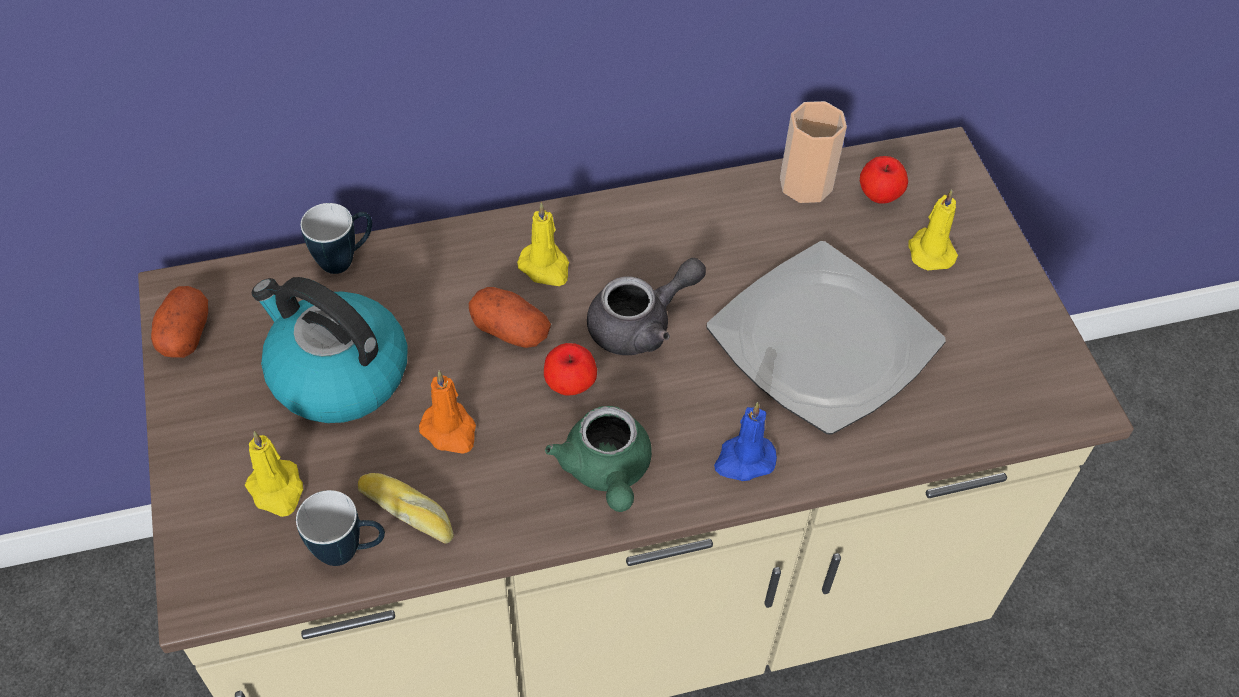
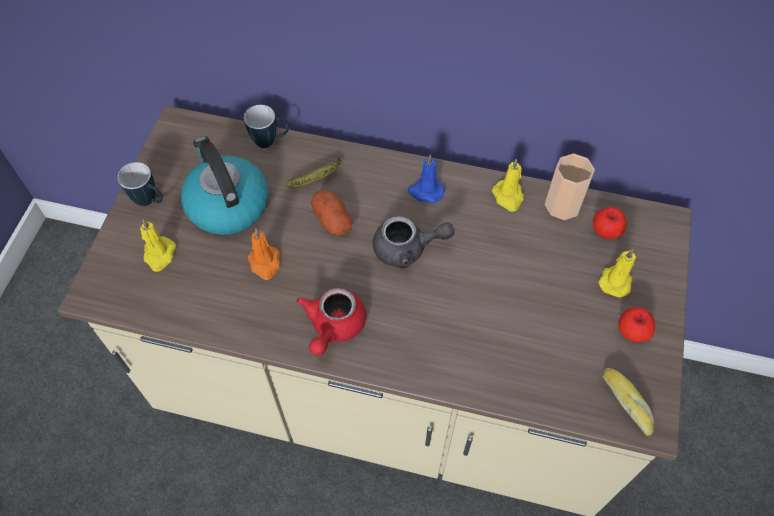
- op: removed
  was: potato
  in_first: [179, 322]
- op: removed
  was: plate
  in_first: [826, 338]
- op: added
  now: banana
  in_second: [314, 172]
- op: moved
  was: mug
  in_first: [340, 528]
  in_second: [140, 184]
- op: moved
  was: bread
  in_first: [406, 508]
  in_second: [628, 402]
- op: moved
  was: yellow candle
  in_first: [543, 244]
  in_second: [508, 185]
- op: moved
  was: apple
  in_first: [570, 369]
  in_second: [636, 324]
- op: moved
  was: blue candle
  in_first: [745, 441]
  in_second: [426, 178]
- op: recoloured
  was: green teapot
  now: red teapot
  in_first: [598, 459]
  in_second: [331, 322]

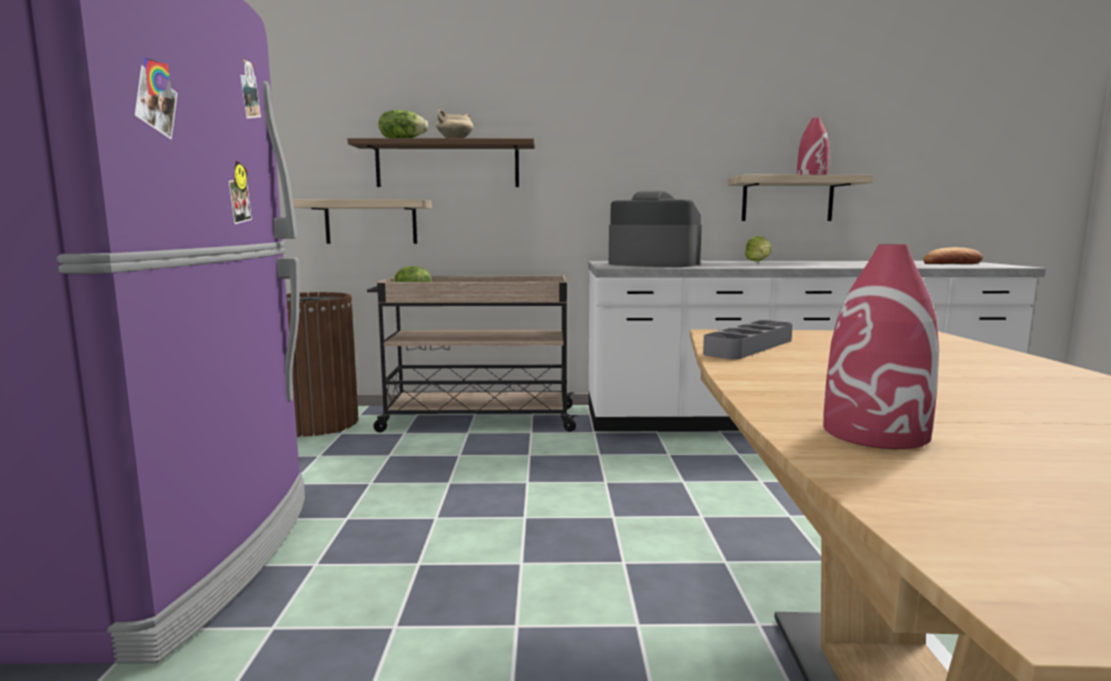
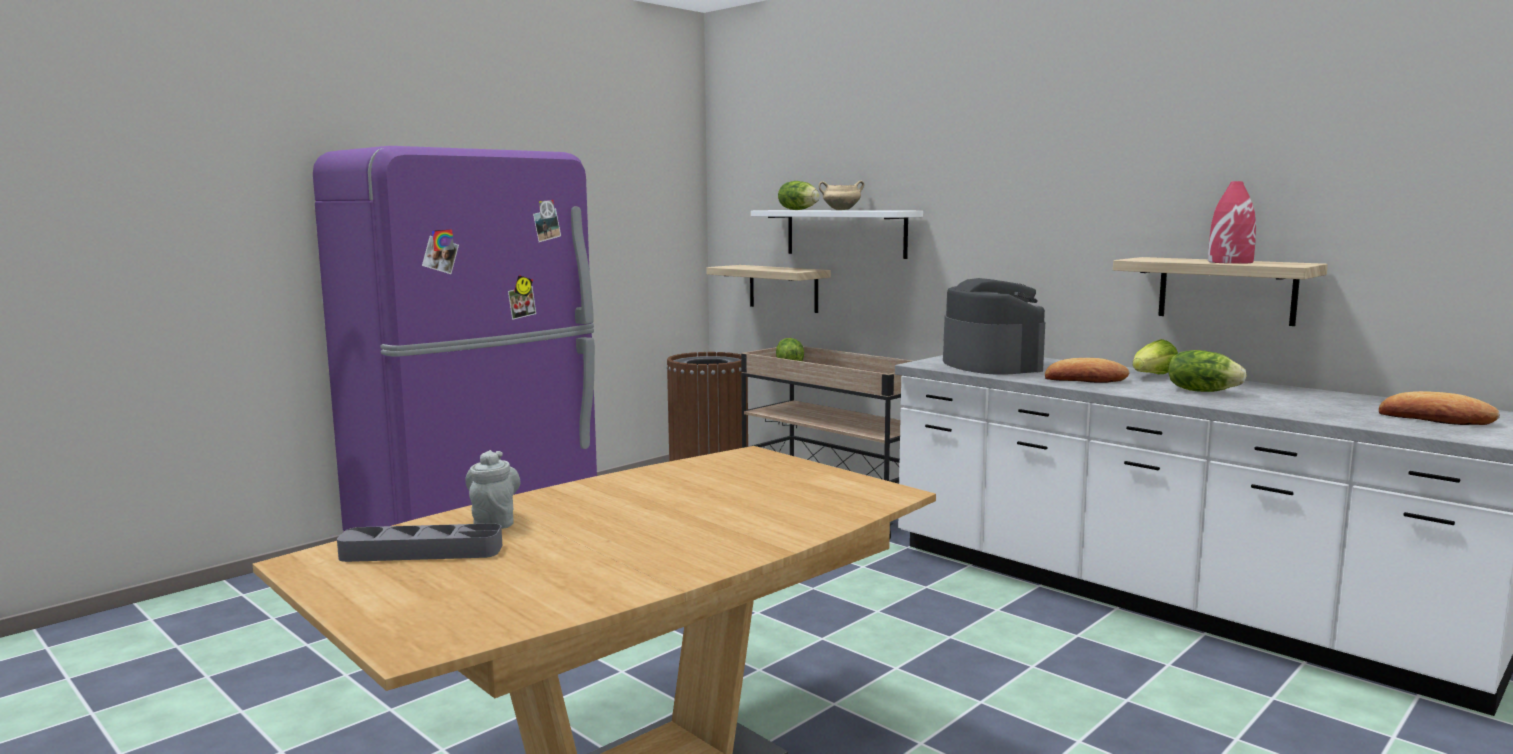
- op: added
  now: bread
  in_second: [1087, 370]
- op: added
  now: lettuce
  in_second: [1207, 371]
- op: moved
  was: grey tray
  in_first: [748, 339]
  in_second: [419, 542]
- op: replaced
  was: red vase
  now: grey teapot
  in_first: [881, 346]
  in_second: [492, 489]
- op: recoloured
  was: brown shelf
  now: white shelf
  in_first: [441, 162]
  in_second: [837, 234]

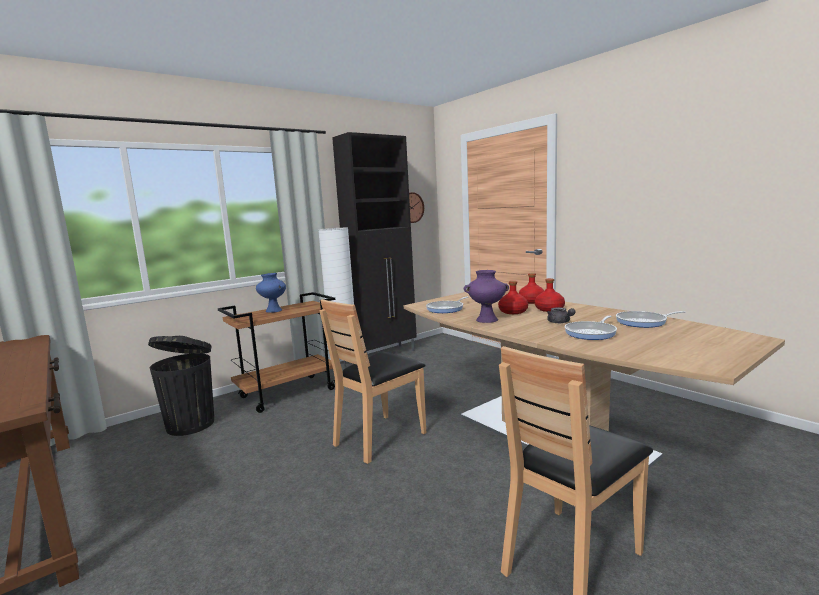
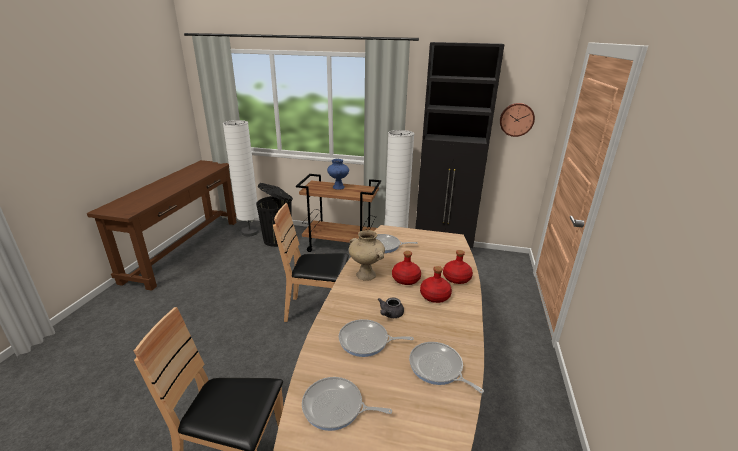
- op: added
  now: white floor lamp
  in_second: [241, 178]
- op: added
  now: frying pan
  in_second: [347, 404]
- op: recoloured
  was: purple vase
  now: beige vase
  in_first: [486, 296]
  in_second: [367, 255]

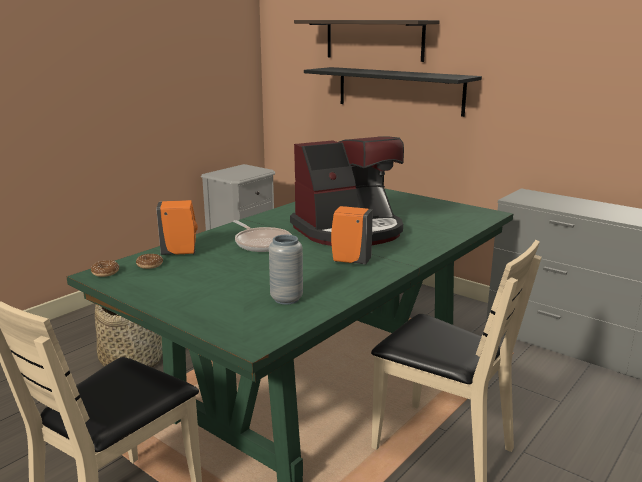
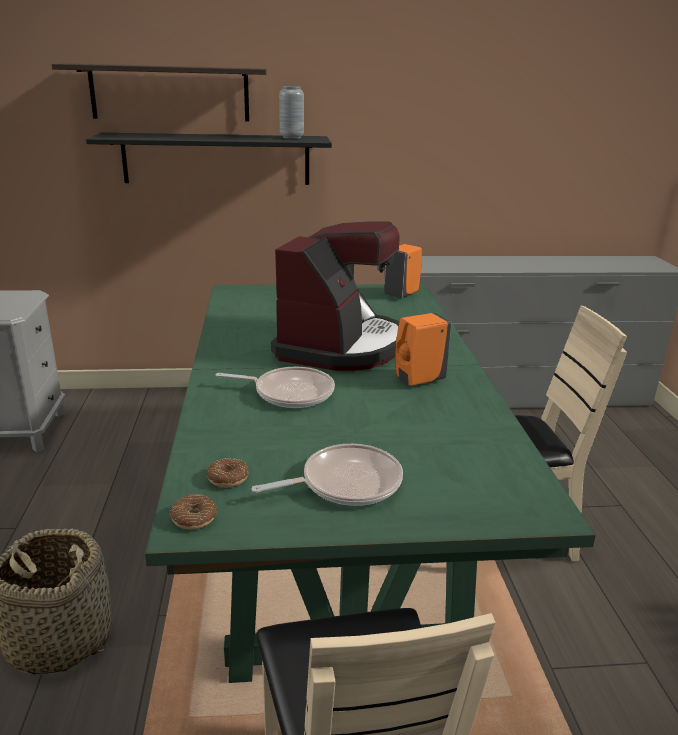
- op: added
  now: frying pan
  in_second: [327, 475]
- op: moved
  was: orange soap dispenser
  in_first: [177, 227]
  in_second: [403, 271]
- op: moved
  was: grey vase
  in_first: [286, 270]
  in_second: [291, 112]

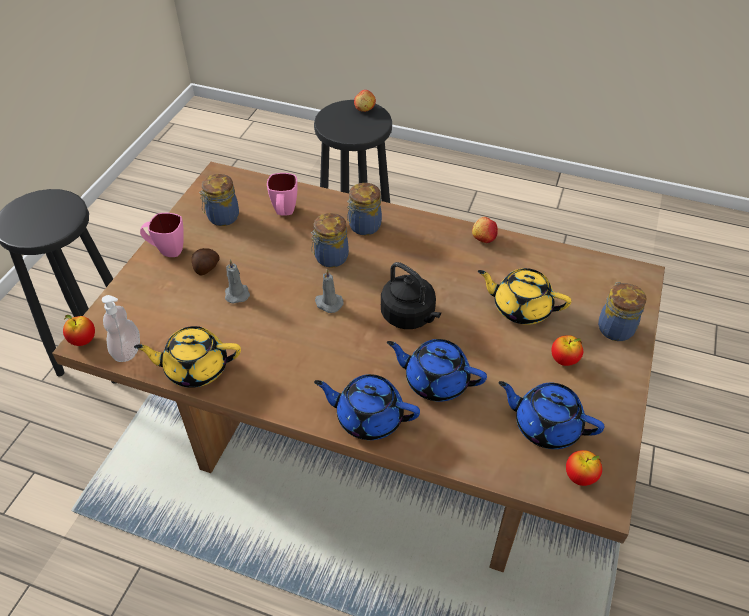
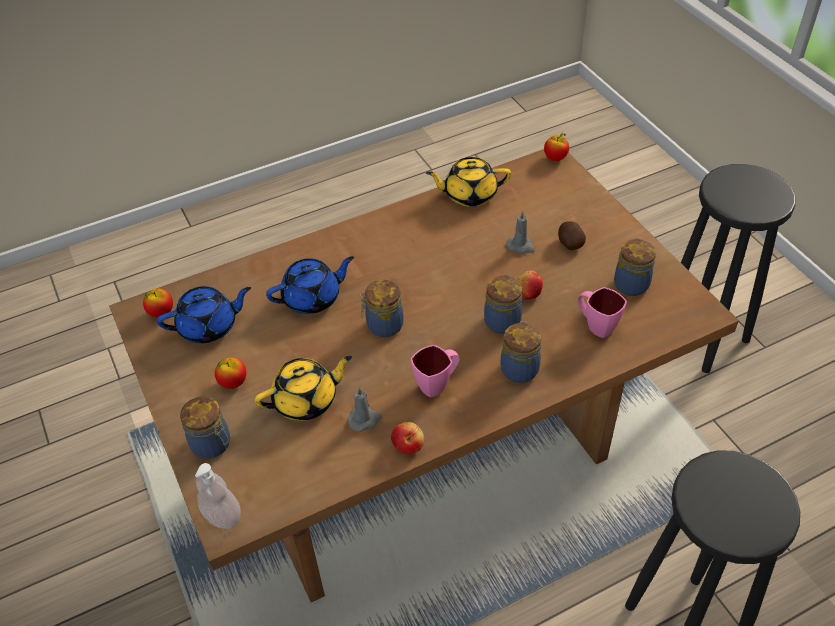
- op: removed
  was: blue teapot
  in_first: [367, 407]
- op: moved
  was: soap dispenser
  in_first: [121, 328]
  in_second: [218, 496]
- op: moved
  was: pink mug
  in_first: [162, 235]
  in_second: [435, 371]
- op: moved
  was: grey candle
  in_first: [329, 291]
  in_second: [365, 409]
- op: moved
  was: apple
  in_first: [365, 101]
  in_second: [530, 285]
- op: replaced
  was: black kettle
  now: jar
  in_first: [411, 295]
  in_second: [382, 308]
- op: turned
  was: yellow teapot
  in_first: [187, 357]
  in_second: [468, 182]
  clockwise: -135

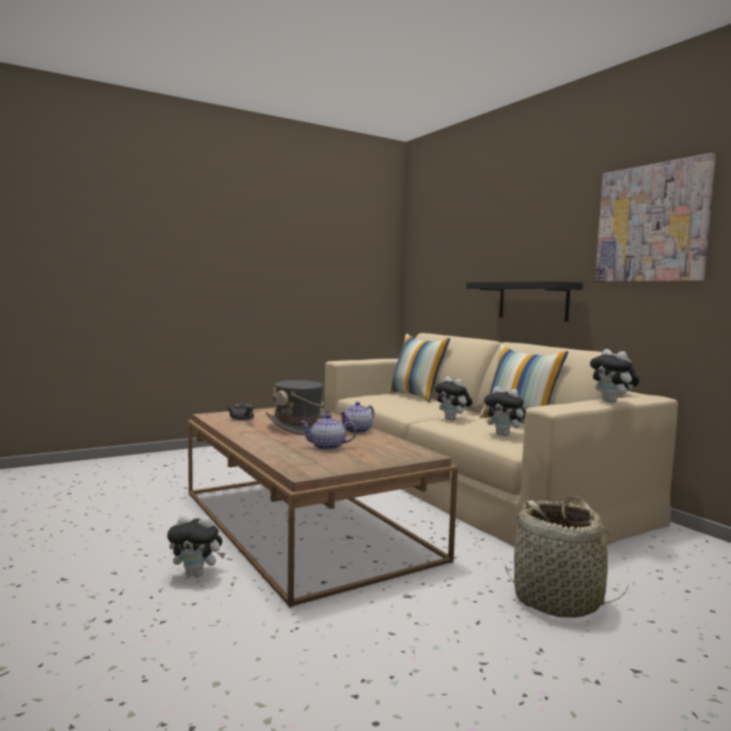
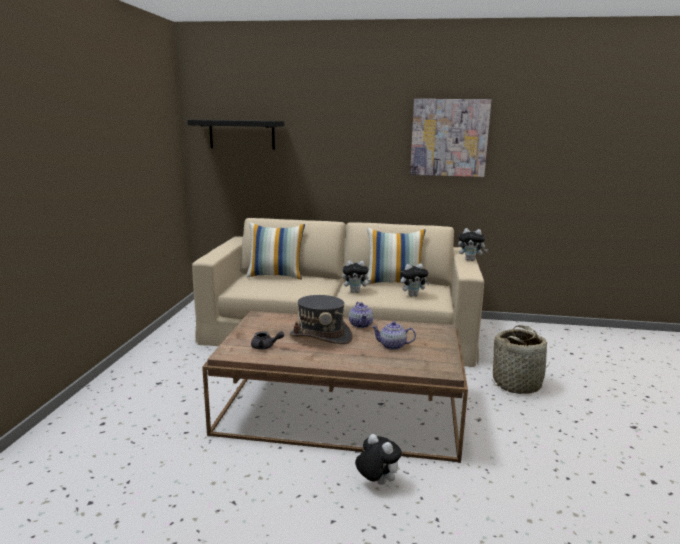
- op: moved
  was: black shelf
  in_first: [524, 301]
  in_second: [236, 135]
- op: turned
  was: plush toy
  in_first: [196, 546]
  in_second: [378, 459]
  clockwise: -90
- op: turned
  was: teapot
  in_first: [328, 432]
  in_second: [393, 335]
  clockwise: 60

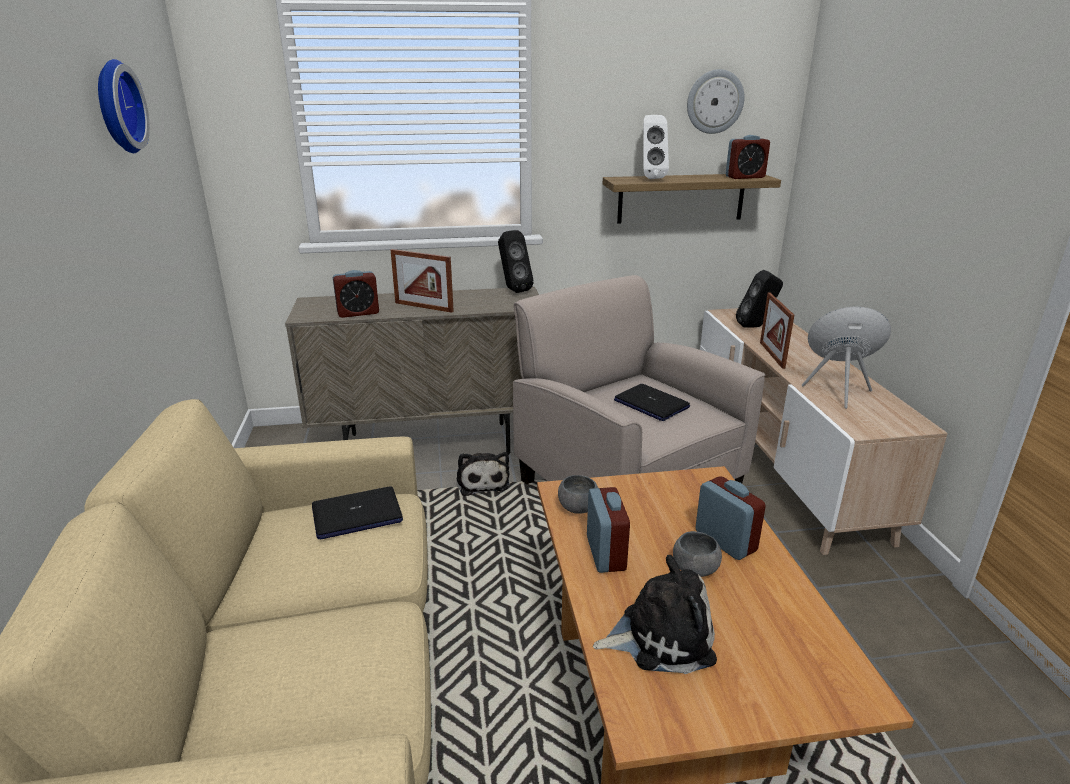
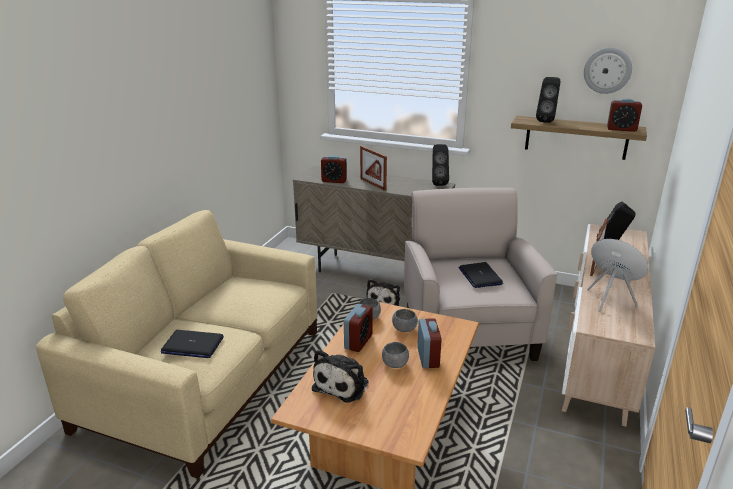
- op: removed
  was: wall clock
  in_first: [124, 106]
- op: added
  now: grey bowl
  in_second: [405, 320]
- op: moved
  was: laptop
  in_first: [357, 513]
  in_second: [192, 344]
- op: recoloured
  was: white speaker
  now: black speaker
  in_first: [656, 147]
  in_second: [548, 100]
- op: turned
  was: plush toy
  in_first: [655, 614]
  in_second: [340, 376]
  clockwise: 90

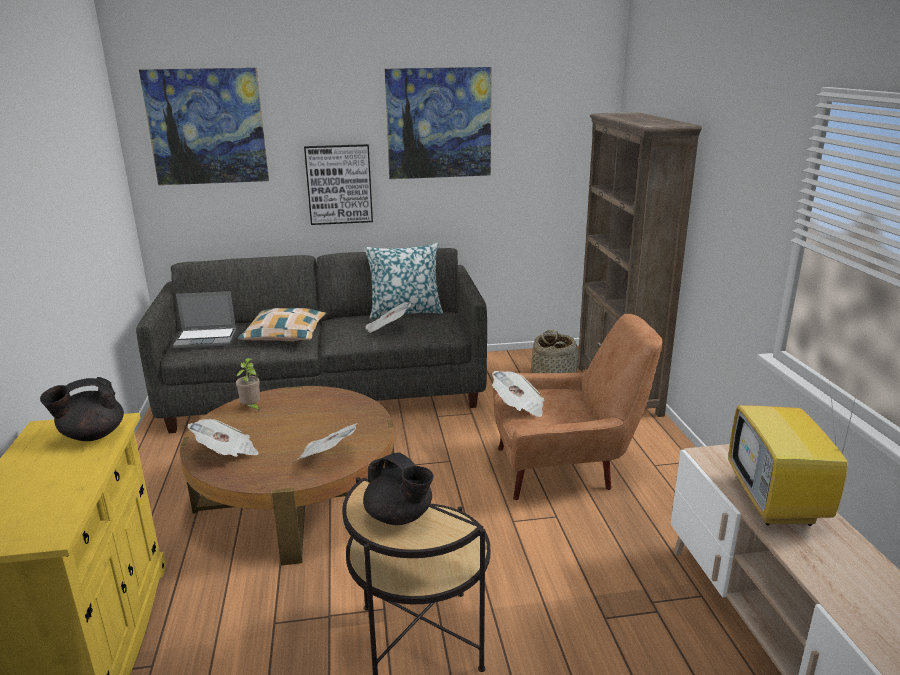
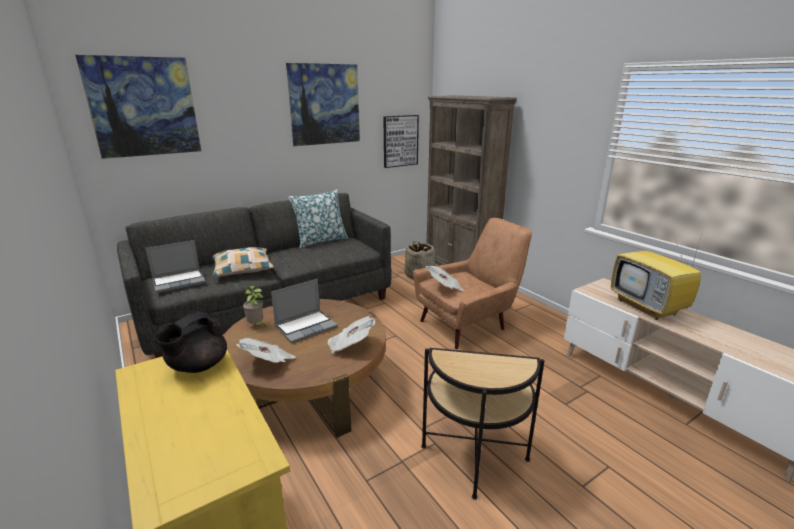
- op: removed
  was: black teapot
  in_first: [398, 488]
- op: removed
  was: newspaper
  in_first: [388, 317]
- op: added
  now: laptop
  in_second: [304, 311]
- op: moved
  was: picture
  in_first: [338, 184]
  in_second: [401, 141]

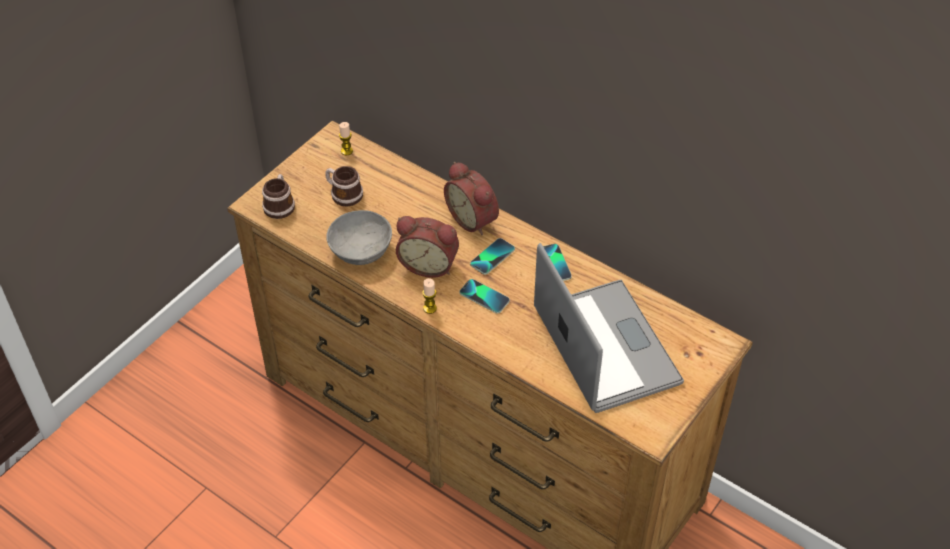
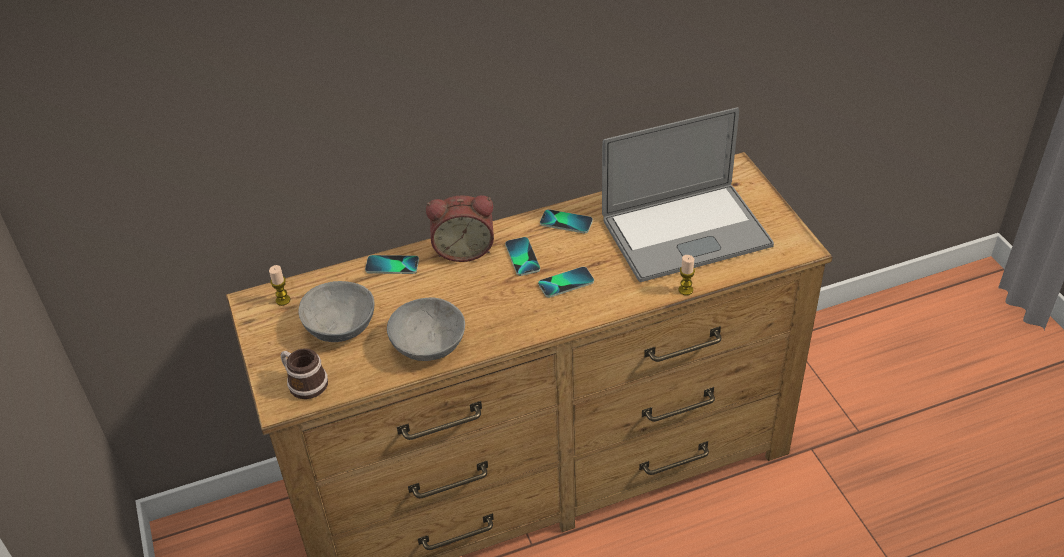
- op: removed
  was: alarm clock
  in_first: [427, 247]
- op: added
  now: phone
  in_second: [392, 264]
- op: moved
  was: candle
  in_first: [429, 296]
  in_second: [686, 275]
- op: replaced
  was: mug
  now: grey bowl
  in_first: [344, 186]
  in_second: [336, 311]
- op: turned
  was: laptop
  in_first: [609, 328]
  in_second: [688, 194]
  clockwise: 150

